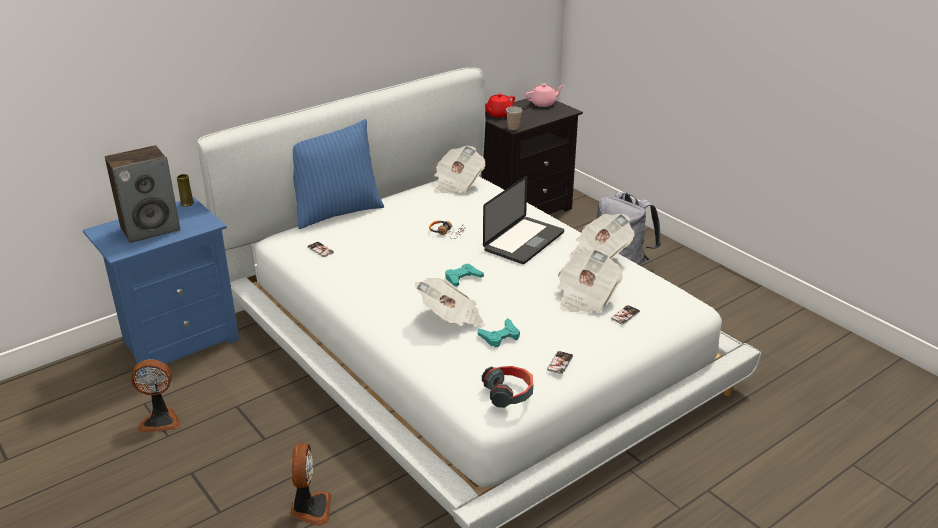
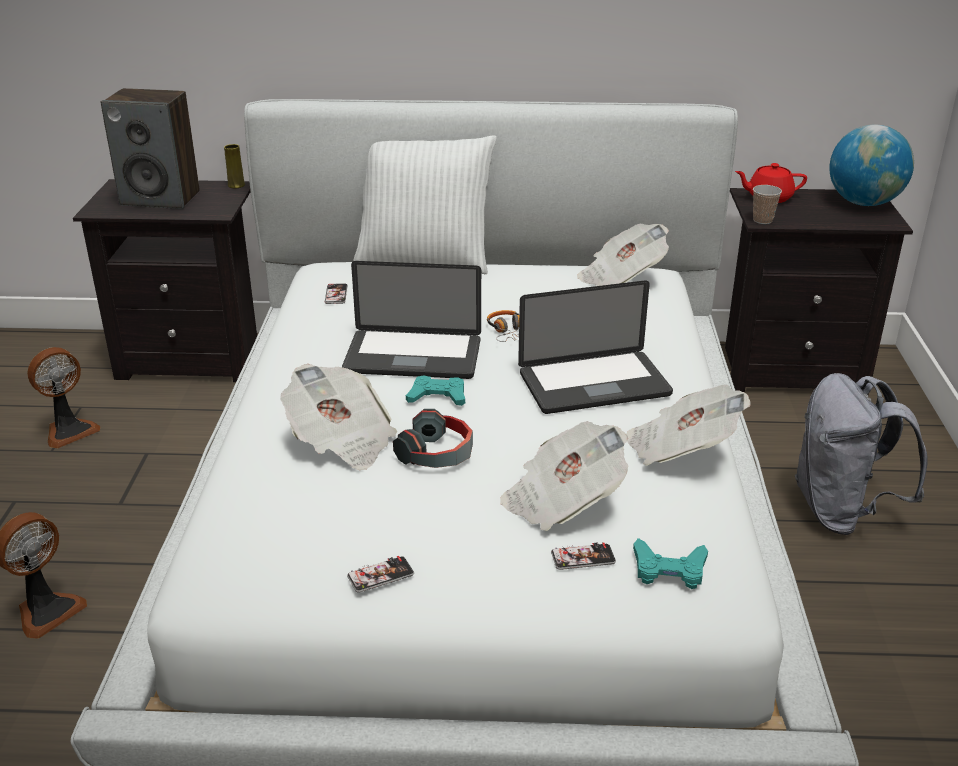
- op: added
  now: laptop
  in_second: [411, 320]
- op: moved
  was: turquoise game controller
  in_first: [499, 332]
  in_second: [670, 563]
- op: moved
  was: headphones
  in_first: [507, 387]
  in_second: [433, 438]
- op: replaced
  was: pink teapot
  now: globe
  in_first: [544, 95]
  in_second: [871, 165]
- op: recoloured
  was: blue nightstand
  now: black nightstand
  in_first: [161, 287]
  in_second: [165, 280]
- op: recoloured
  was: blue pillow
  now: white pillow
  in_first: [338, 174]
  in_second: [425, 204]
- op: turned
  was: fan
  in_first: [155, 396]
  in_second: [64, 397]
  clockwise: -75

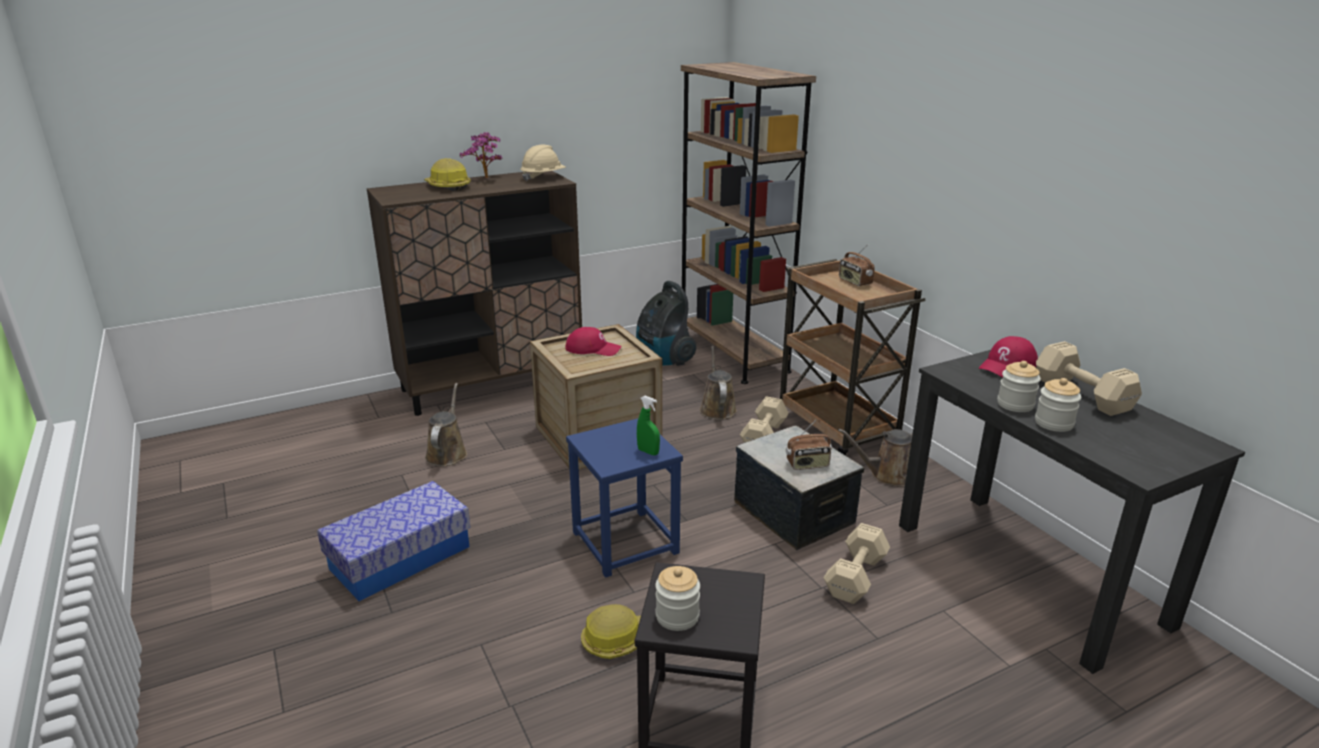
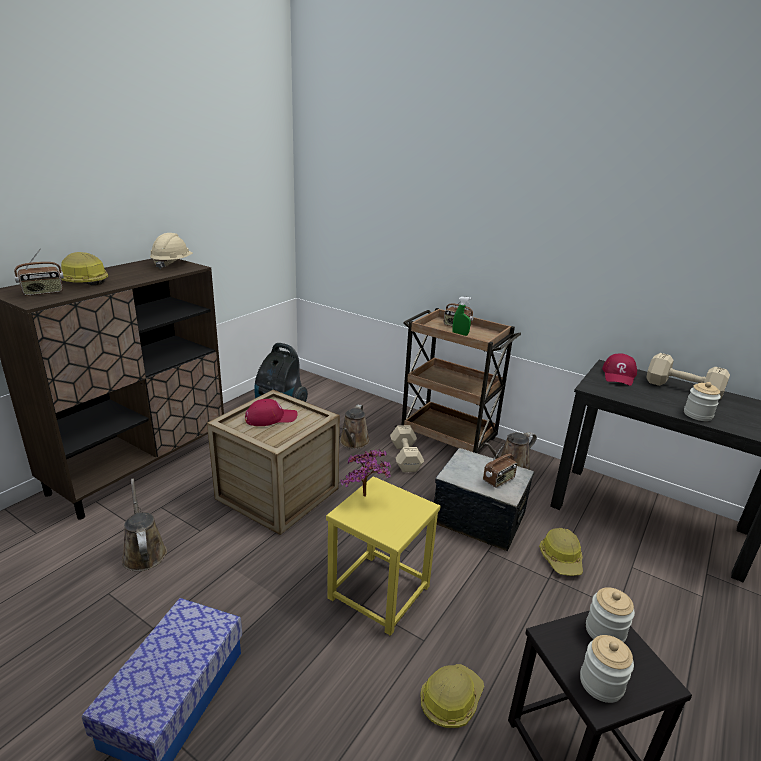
- op: removed
  was: brown bookcase
  in_first: [748, 223]
- op: added
  now: radio
  in_second: [39, 272]
- op: moved
  was: potted plant
  in_first: [481, 155]
  in_second: [365, 473]
- op: moved
  was: green spray bottle
  in_first: [648, 425]
  in_second: [461, 316]
- op: moved
  was: jar
  in_first: [1019, 386]
  in_second: [610, 614]
- op: replaced
  was: beige dumbbell
  now: hard hat
  in_first: [857, 563]
  in_second: [561, 552]
- op: recoloured
  was: blue stool
  now: yellow stool
  in_first: [624, 498]
  in_second: [383, 556]
- op: turned
  was: brown watering can
  in_first: [718, 383]
  in_second: [355, 427]
  clockwise: -135

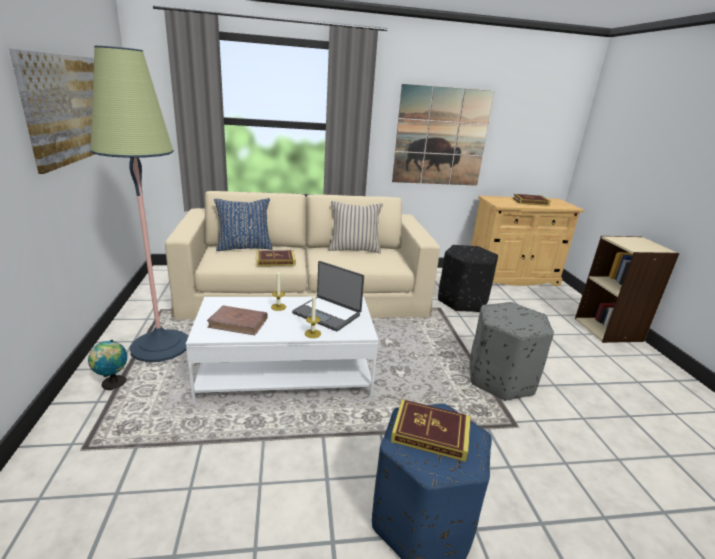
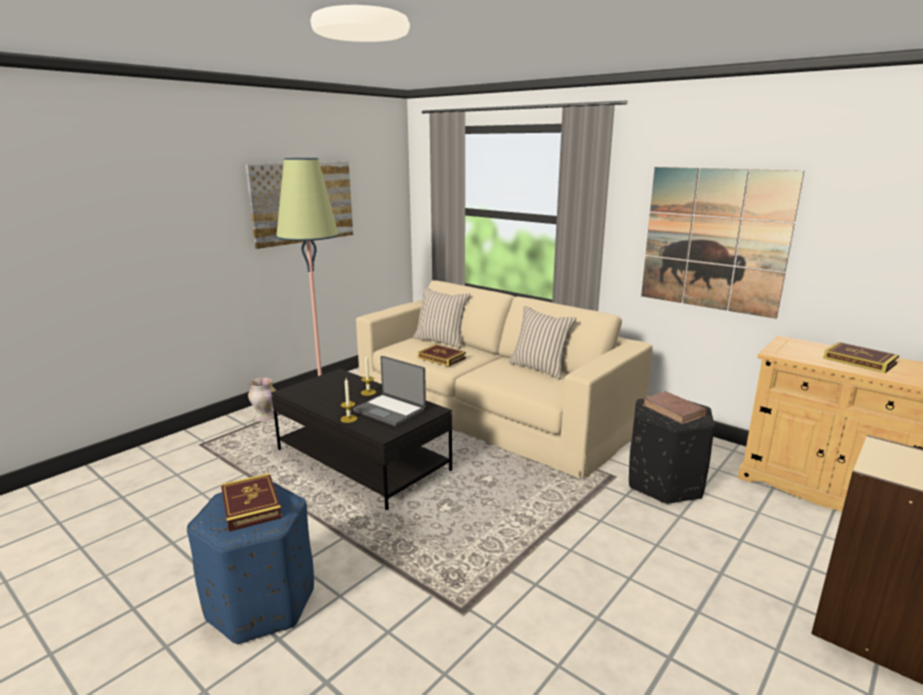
- op: removed
  was: grey ottoman
  in_first: [511, 351]
- op: moved
  was: brown book
  in_first: [237, 320]
  in_second: [674, 407]
- op: replaced
  was: globe
  now: vase
  in_first: [107, 365]
  in_second: [262, 400]
- op: recoloured
  was: white coffee table
  now: black coffee table
  in_first: [282, 350]
  in_second: [361, 439]
- op: recoloured
  was: blue pillow
  now: beige pillow
  in_first: [243, 224]
  in_second: [441, 318]
- op: turned
  was: laptop
  in_first: [328, 296]
  in_second: [389, 391]
  clockwise: -45

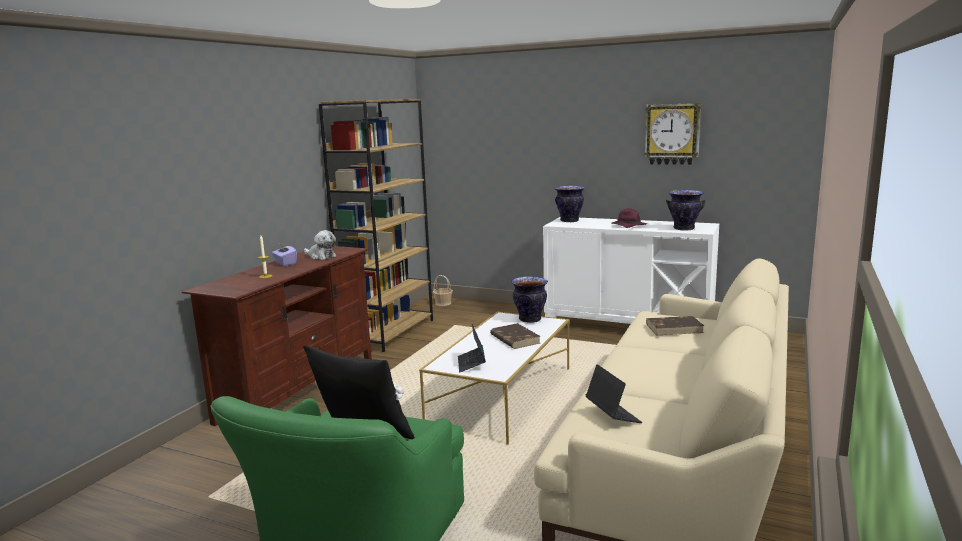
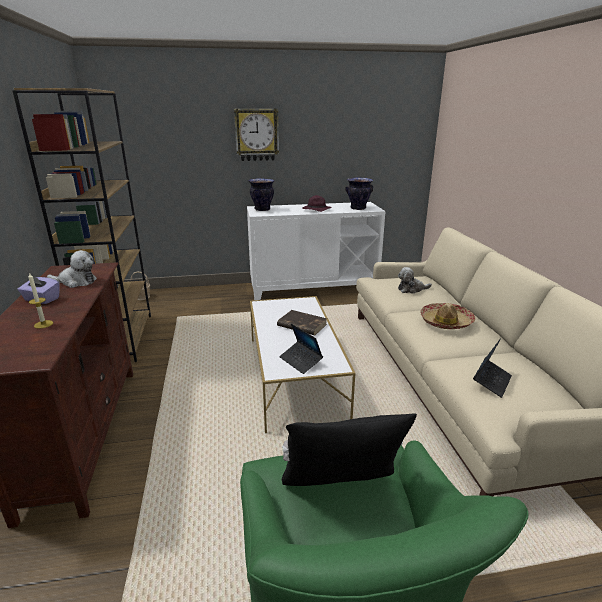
- op: removed
  was: vase
  in_first: [529, 299]
- op: added
  now: hat
  in_second: [447, 316]
- op: moved
  was: wall clock
  in_first: [672, 134]
  in_second: [256, 134]
- op: replaced
  was: brown book
  now: plush toy
  in_first: [675, 325]
  in_second: [415, 280]
- op: turned
  was: laptop
  in_first: [614, 393]
  in_second: [492, 368]
  clockwise: 90

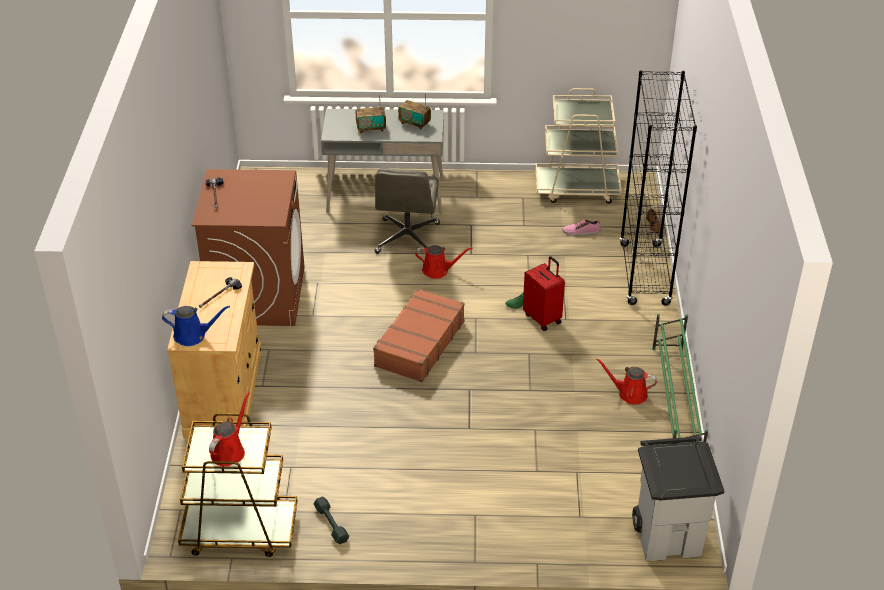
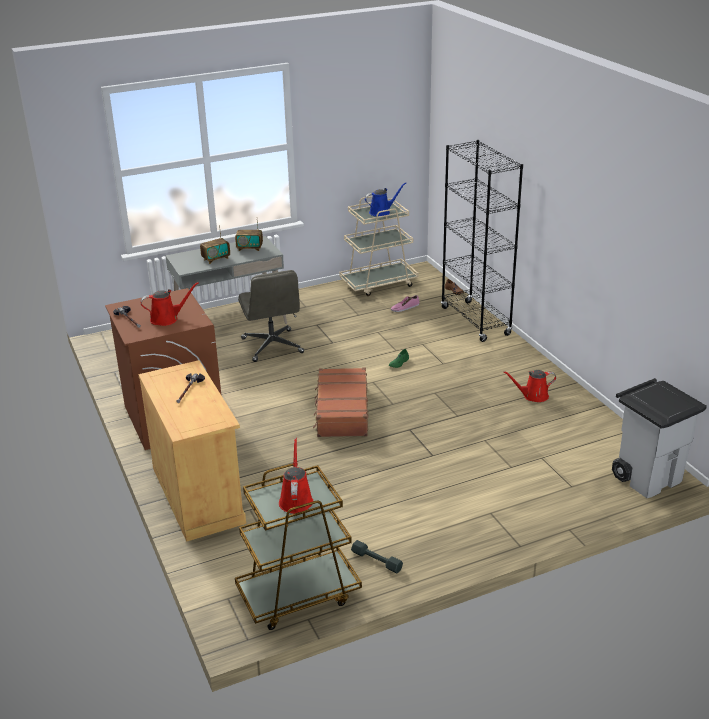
- op: removed
  was: red suitcase
  in_first: [544, 293]
- op: removed
  was: green shoe rack
  in_first: [680, 379]
- op: moved
  was: blue watering can
  in_first: [196, 326]
  in_second: [385, 199]
- op: moved
  was: red watering can
  in_first: [443, 262]
  in_second: [169, 304]

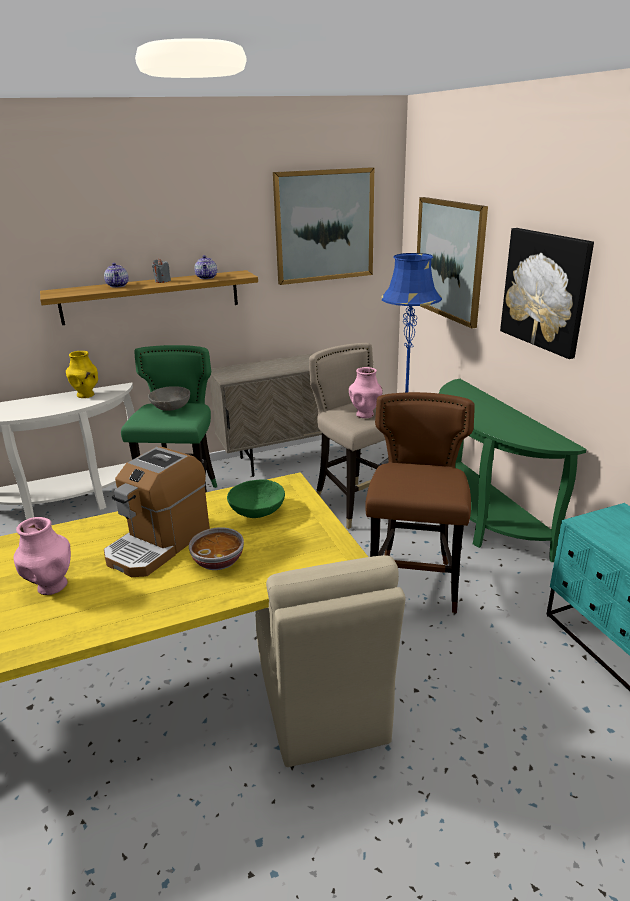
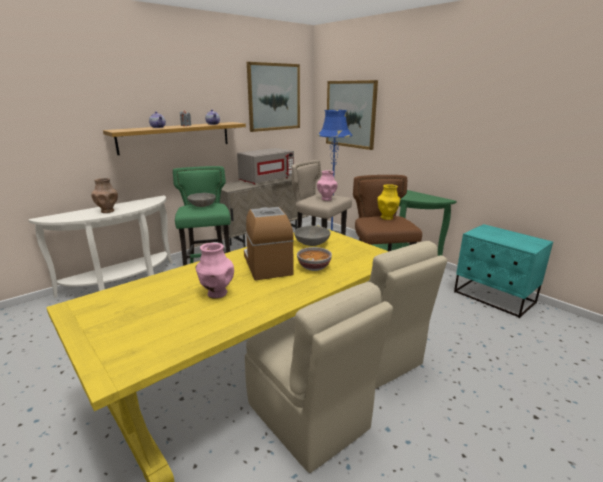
- op: removed
  was: picture
  in_first: [547, 293]
- op: added
  now: brown vase
  in_second: [104, 195]
- op: added
  now: grey microwave
  in_second: [265, 166]
- op: added
  now: beige chair
  in_second: [319, 377]
- op: moved
  was: yellow vase
  in_first: [82, 374]
  in_second: [389, 202]
- op: recoloured
  was: green bowl
  now: grey bowl
  in_first: [256, 498]
  in_second: [312, 235]
- op: turned
  was: coffee machine
  in_first: [157, 512]
  in_second: [269, 243]
  clockwise: 150

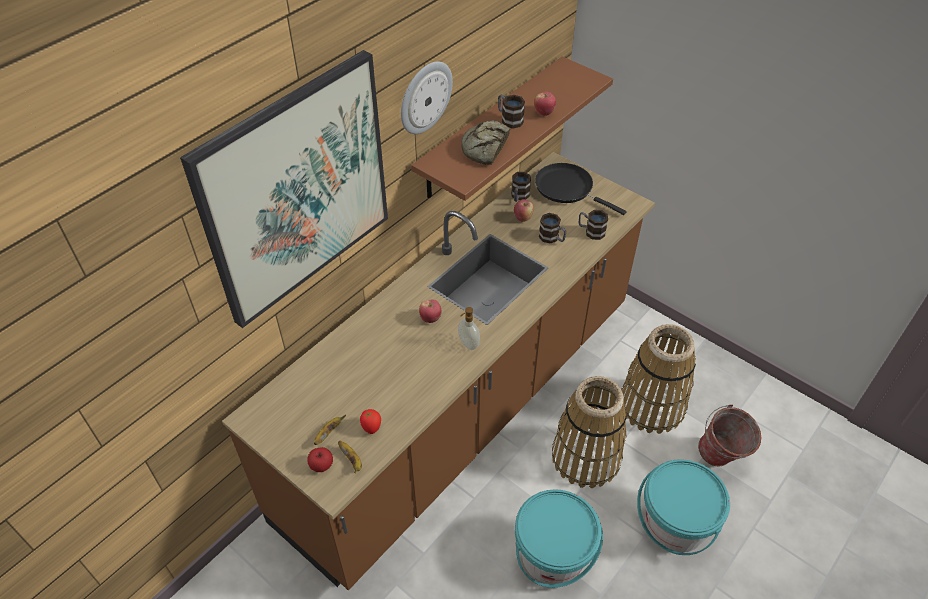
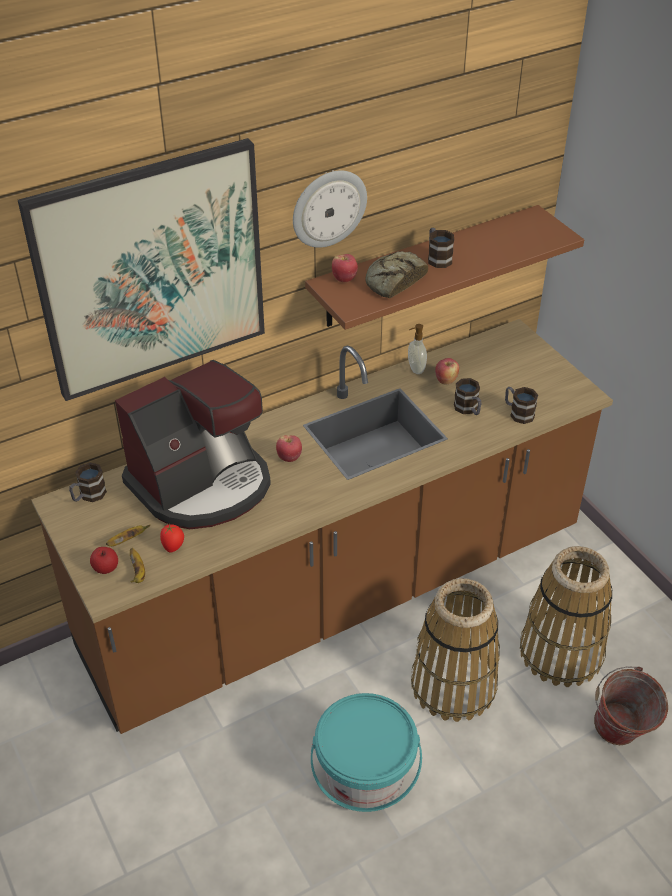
- op: removed
  was: black frying pan
  in_first: [580, 189]
- op: removed
  was: turquoise bucket
  in_first: [683, 507]
- op: added
  now: coffee machine
  in_second: [193, 444]
- op: moved
  was: soap dispenser
  in_first: [469, 328]
  in_second: [417, 349]
- op: moved
  was: mug
  in_first: [521, 187]
  in_second: [88, 482]
- op: moved
  was: apple
  in_first: [545, 104]
  in_second: [345, 268]

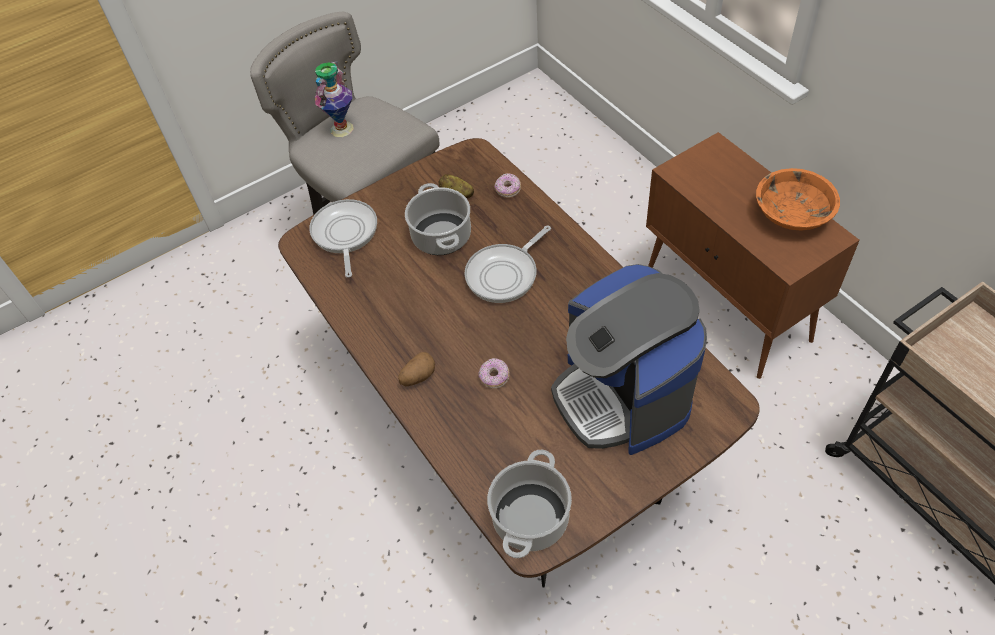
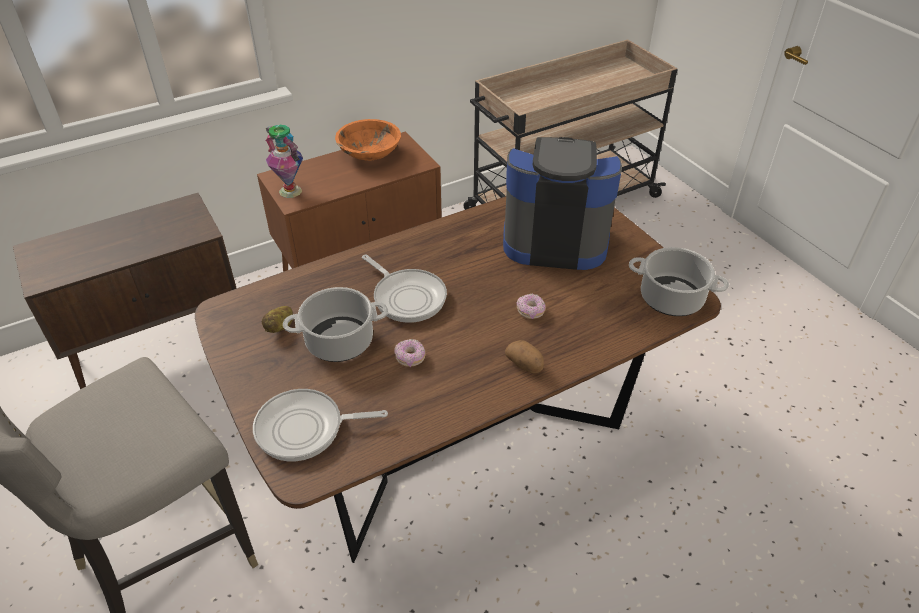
- op: added
  now: brown cabinet
  in_second: [125, 291]
- op: moved
  was: vase
  in_first: [334, 99]
  in_second: [284, 161]
- op: moved
  was: donut
  in_first: [508, 185]
  in_second: [410, 353]
- op: turned
  was: coffee machine
  in_first: [629, 359]
  in_second: [562, 203]
  clockwise: -150

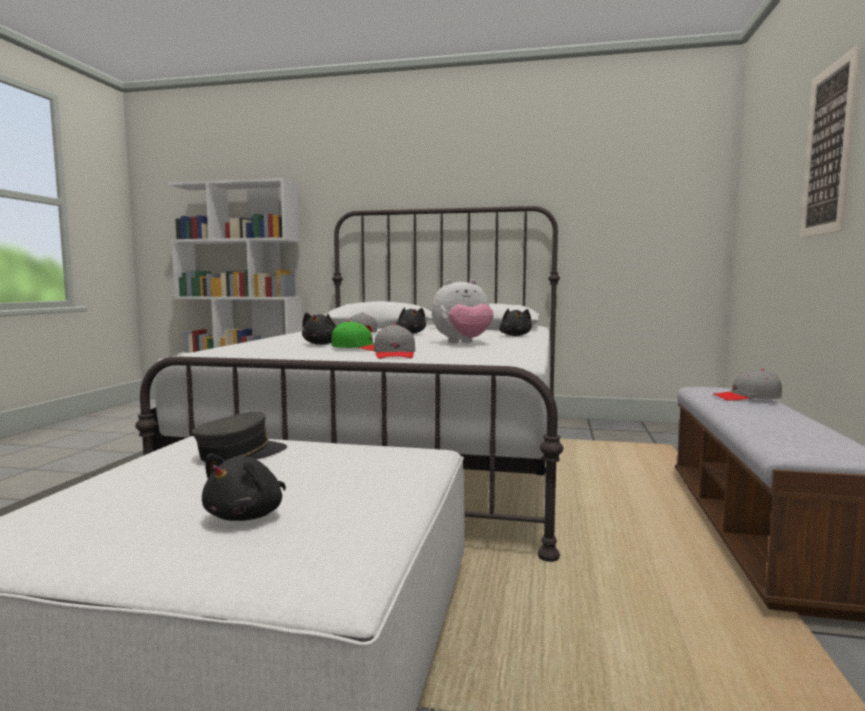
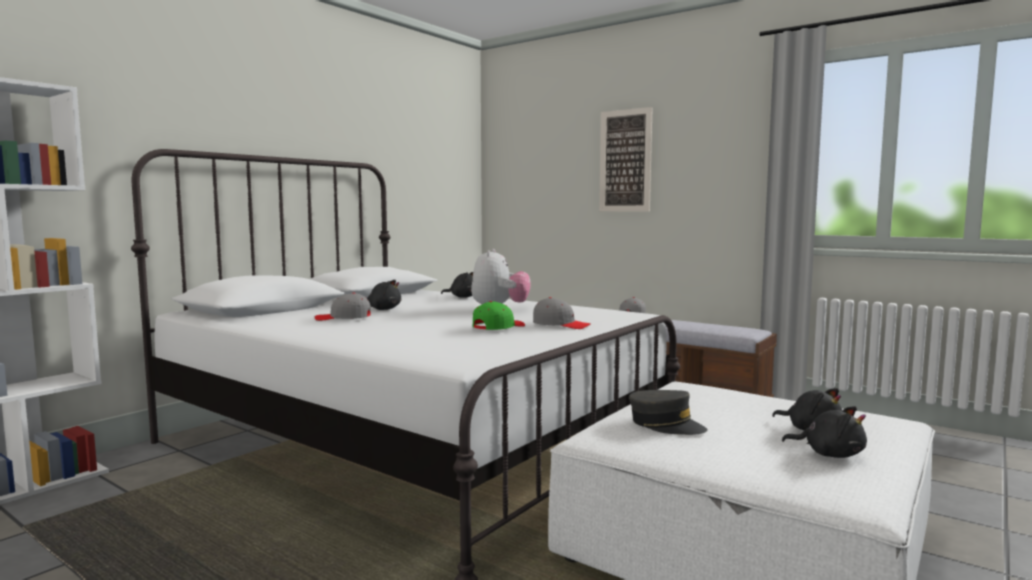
- op: moved
  was: black plush toy
  in_first: [319, 328]
  in_second: [824, 432]
- op: turned
  was: grey cap
  in_first: [239, 436]
  in_second: [668, 412]
  clockwise: 135

